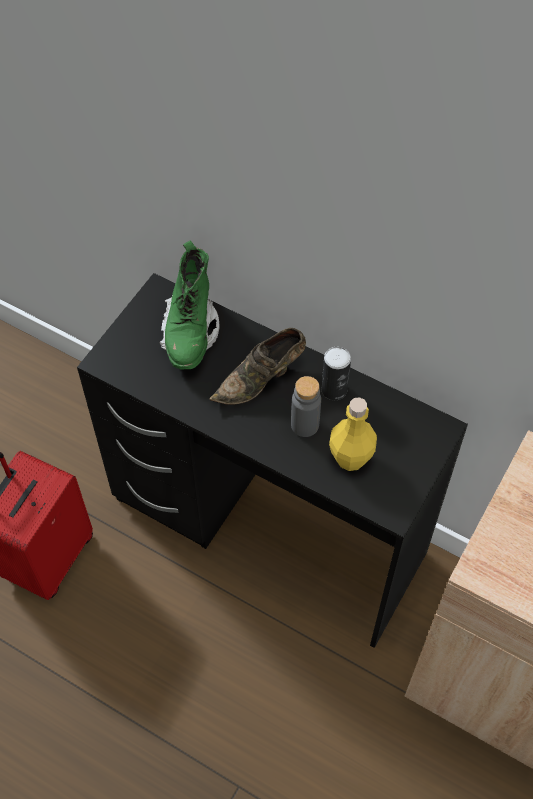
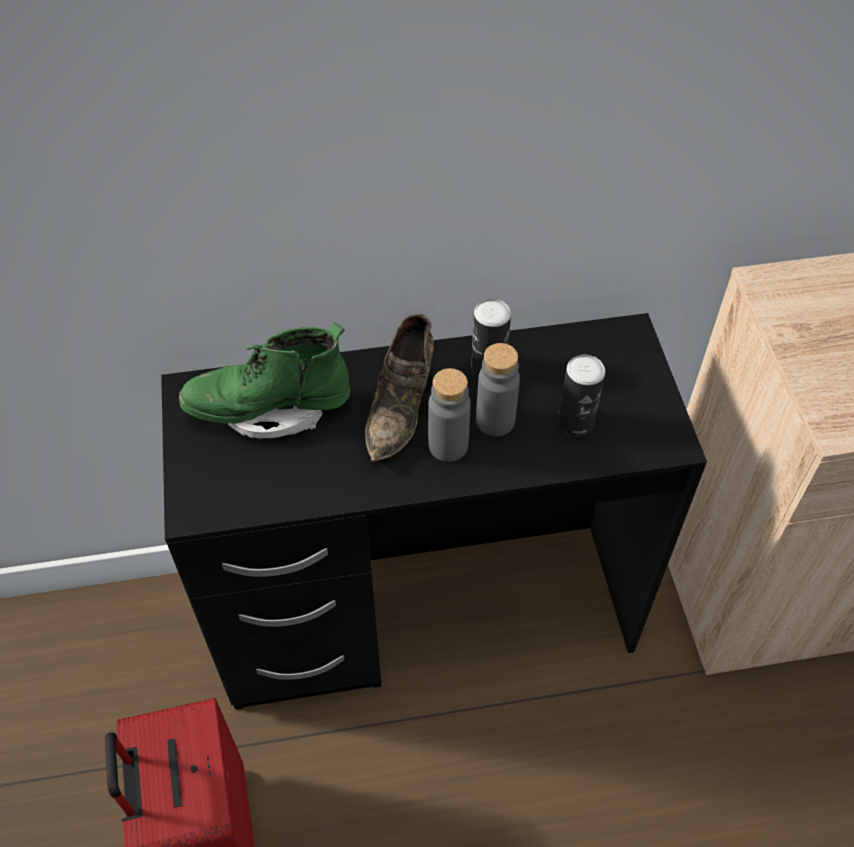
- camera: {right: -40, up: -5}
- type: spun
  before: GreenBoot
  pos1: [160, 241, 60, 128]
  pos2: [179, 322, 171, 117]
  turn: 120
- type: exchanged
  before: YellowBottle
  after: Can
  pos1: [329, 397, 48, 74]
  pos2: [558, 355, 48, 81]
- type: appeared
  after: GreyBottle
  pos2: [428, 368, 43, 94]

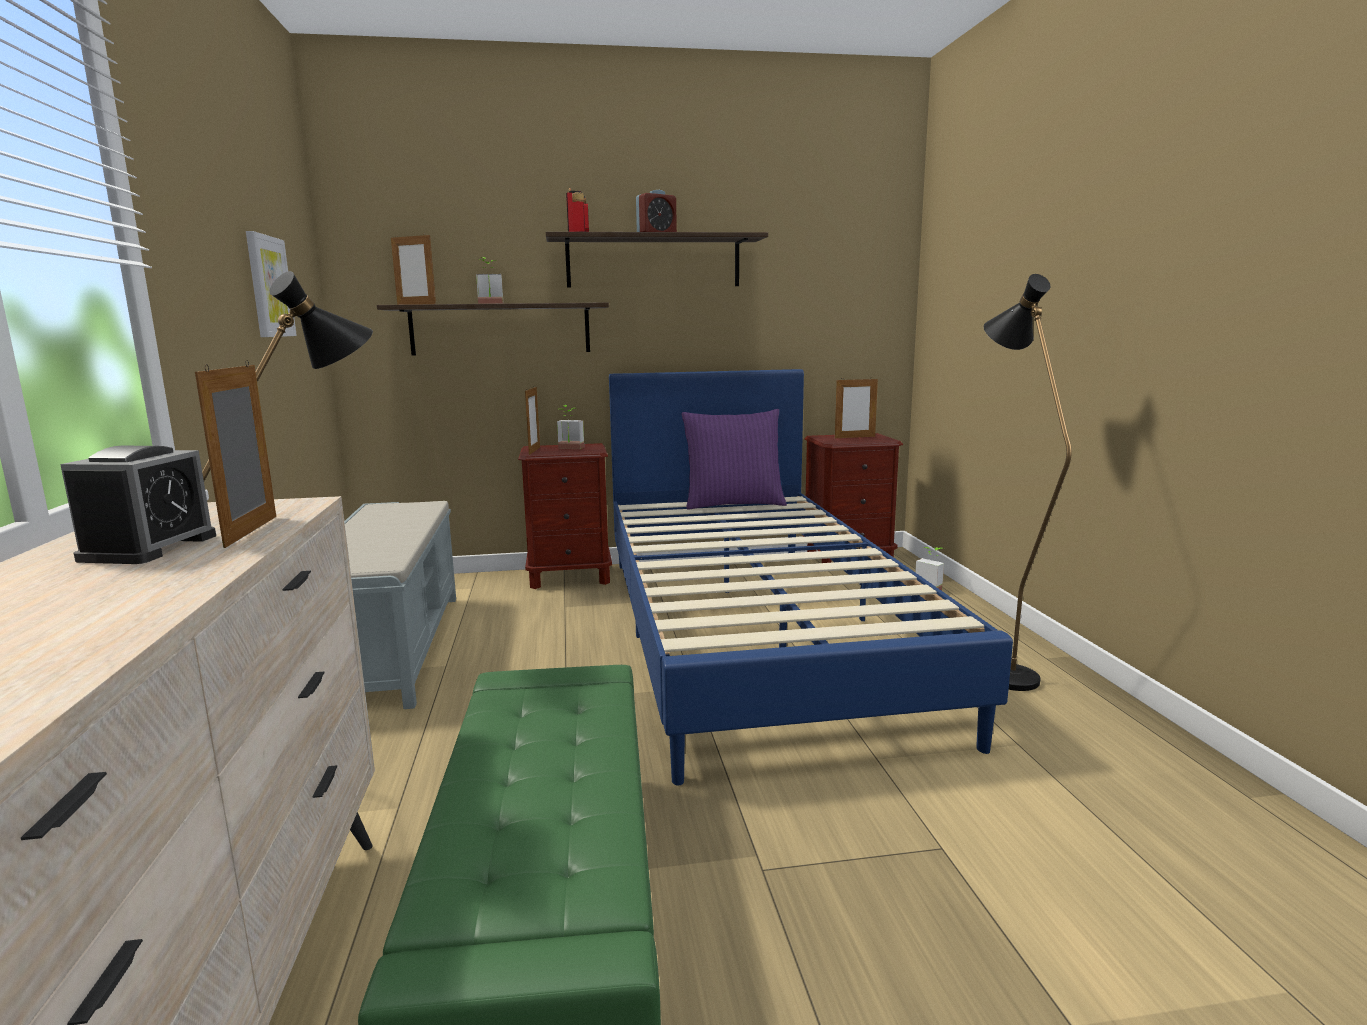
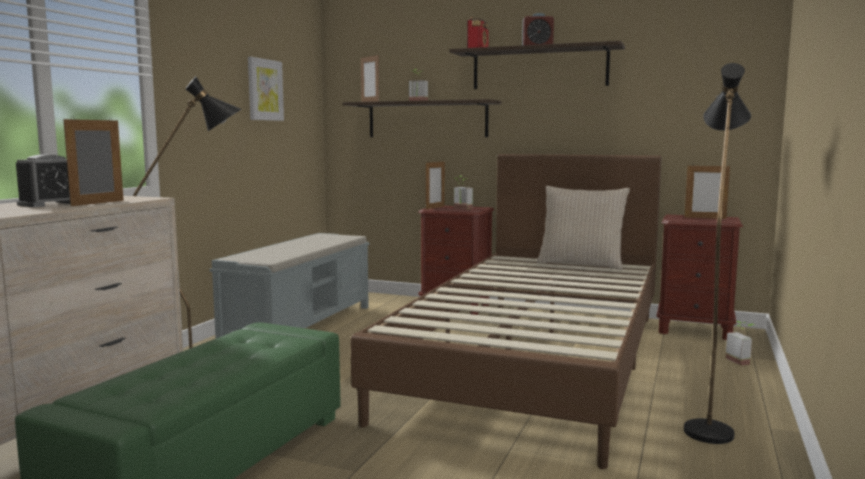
- camera: {right: 30, up: -5}
- type: colour
  before: BlueBed
  after: BrownBed
  pos1: [609, 369, 404, 417]
  pos2: [350, 154, 311, 315]
- type: colour
  before: PurplePillow
  after: BeigePillow
  pos1: [681, 409, 106, 101]
  pos2: [537, 186, 93, 84]

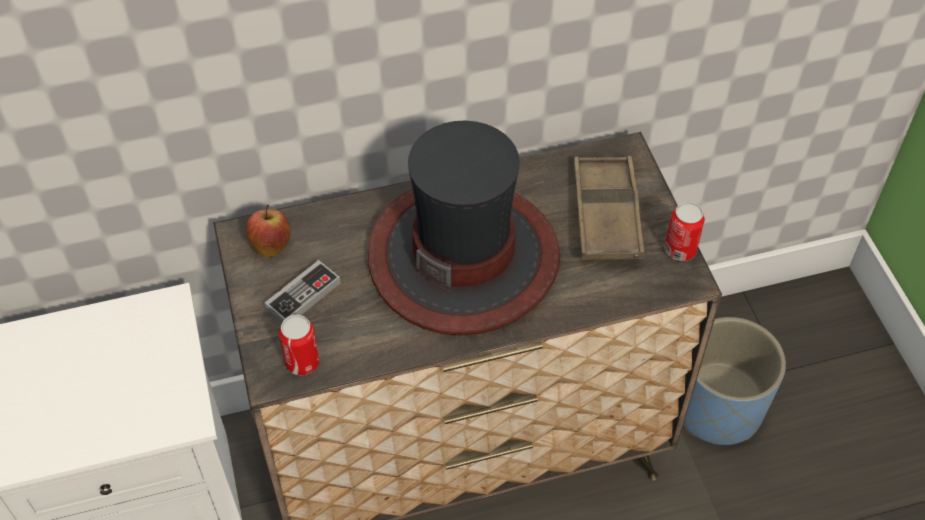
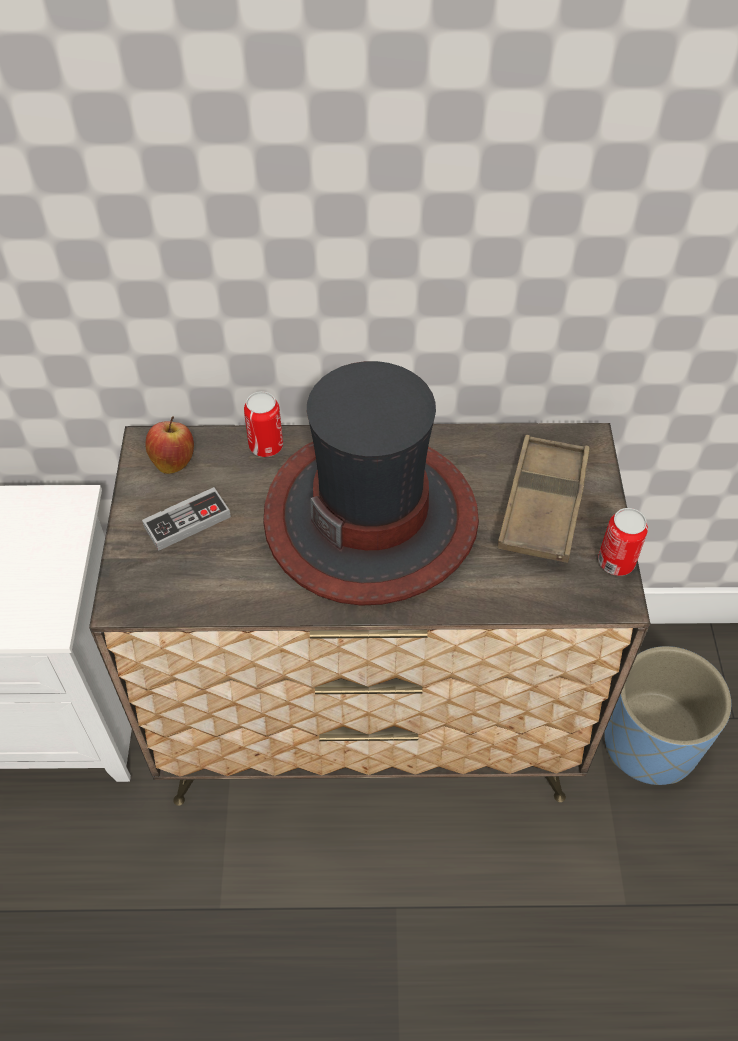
- camera: {right: 15, up: 0}
- type: relocated
  before: Can
  pos1: [279, 315, 41, 60]
  pos2: [244, 391, 39, 66]

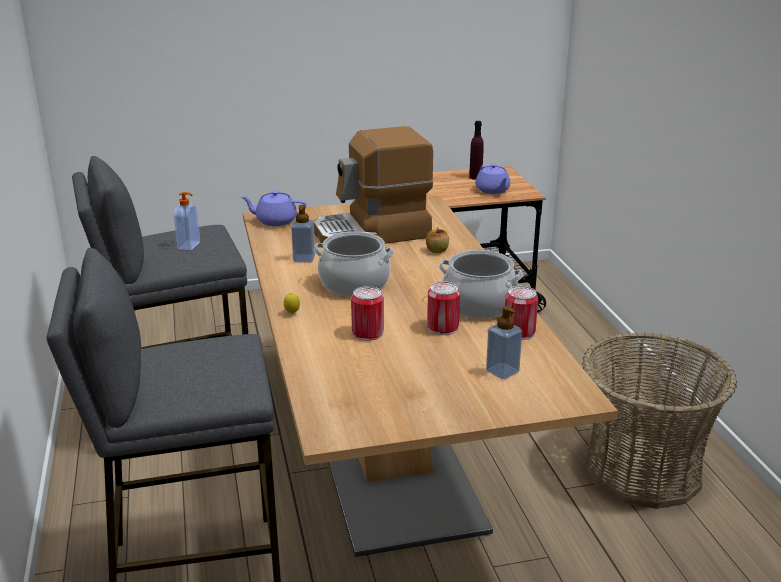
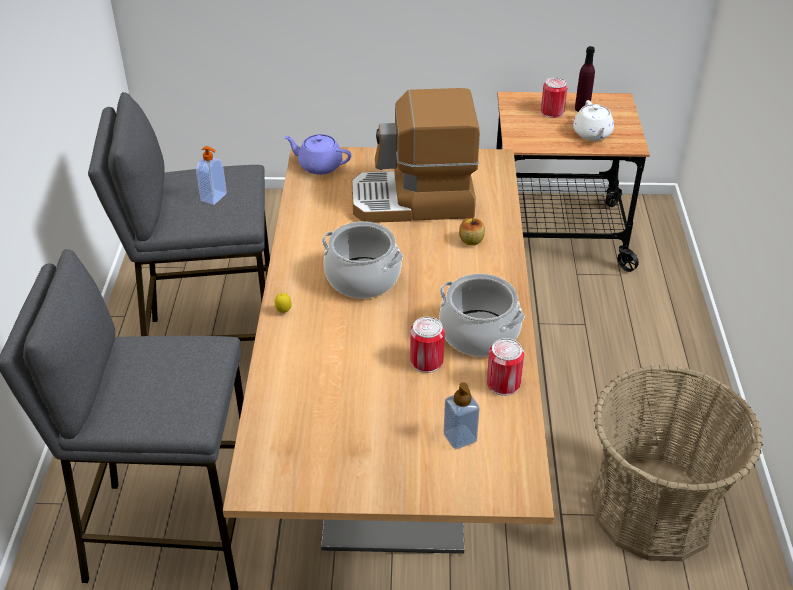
- camera: {right: 15, up: 15}
- type: missing
  before: SoapDispenser
  pos1: [291, 205, 24, 58]
- type: relocated
  before: Can
  pos1: [351, 286, 33, 55]
  pos2: [541, 77, 27, 41]
- type: colour
  before: PurpleTeapot
  after: WhiteTeapot
  pos1: [475, 164, 35, 30]
  pos2: [573, 100, 41, 41]

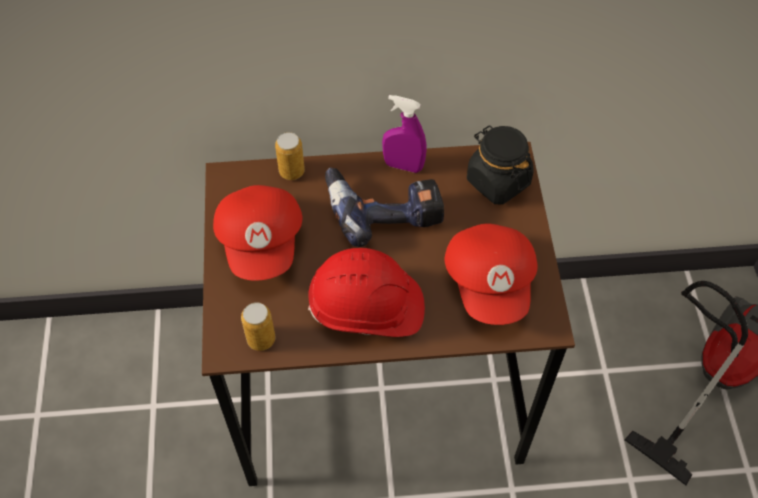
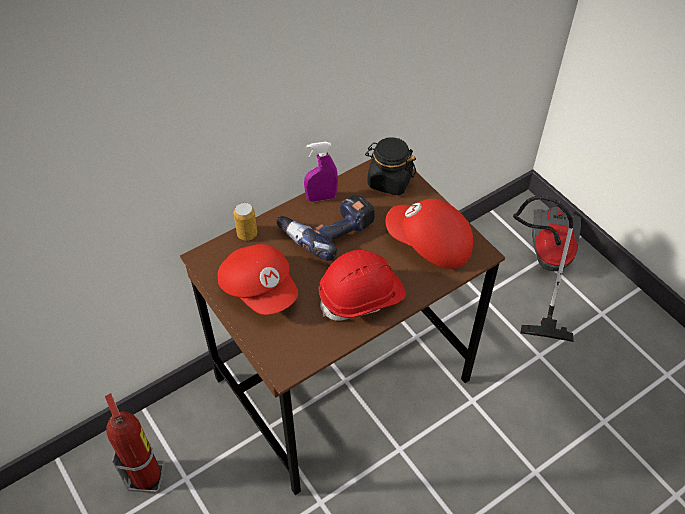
- camera: {right: -30, up: -5}
- type: missing
  before: Can
  pos1: [241, 302, 34, 49]
- type: spun
  before: RedCap
  pos1: [445, 224, 92, 101]
  pos2: [385, 199, 88, 70]
  turn: 150
- type: appeared
  after: FireExtinguisher
  pos2: [105, 393, 60, 100]

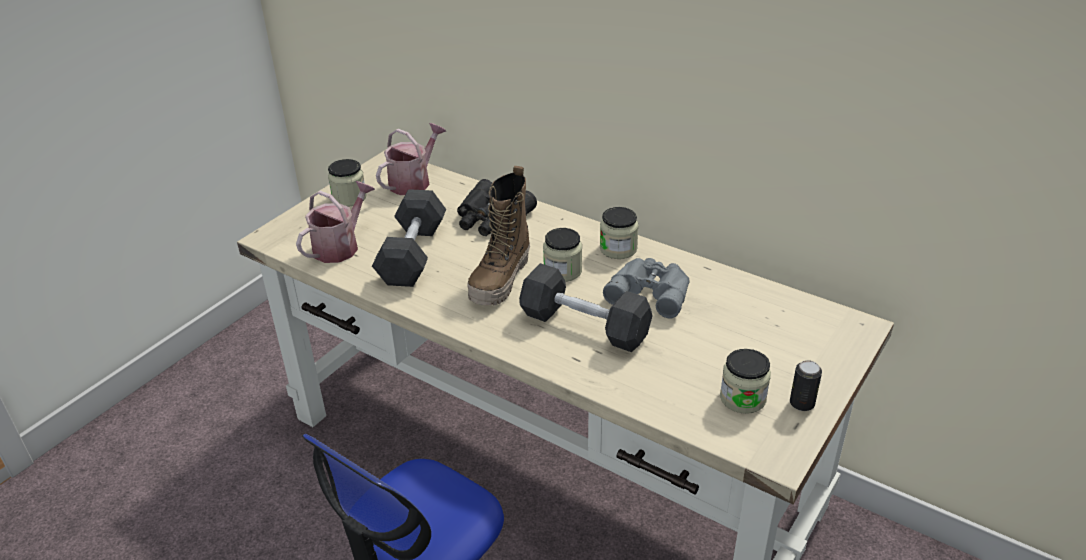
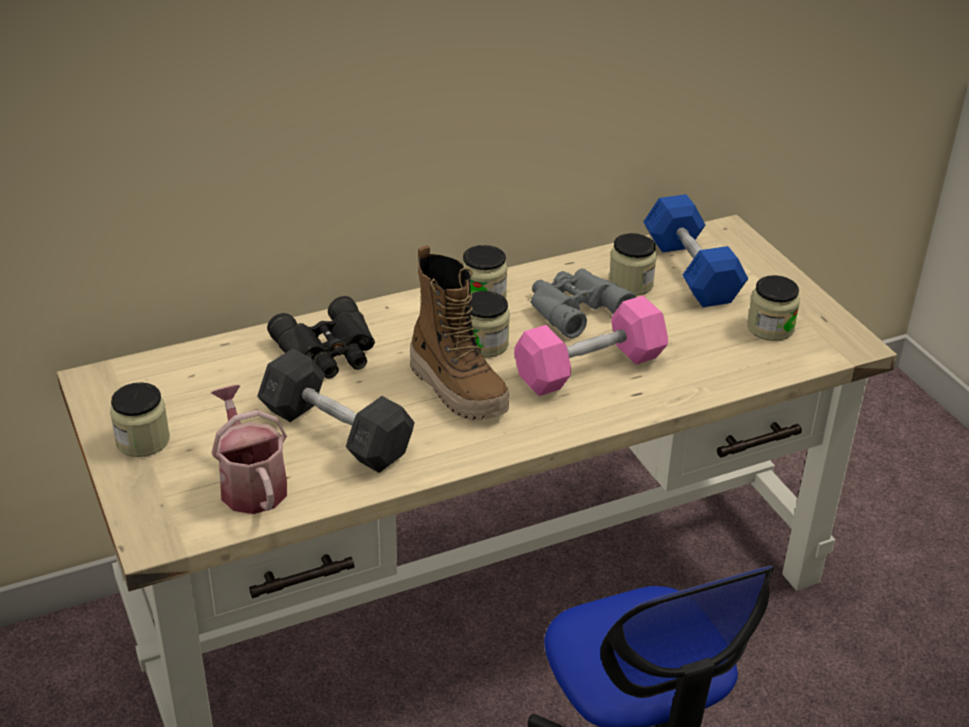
- camera: {right: -60, up: 0}
- type: missing
  before: WateringCan
  pos1: [376, 123, 70, 72]
- type: colour
  before: GreyDumbbell
  after: PinkDumbbell
  pos1: [519, 263, 134, 89]
  pos2: [514, 296, 154, 100]
- type: missing
  before: Can
  pos1: [790, 360, 32, 51]
- type: appeared
  after: Jar
  pos2: [609, 233, 48, 63]
- type: appeared
  after: BlueDumbbell
  pos2: [643, 194, 106, 113]

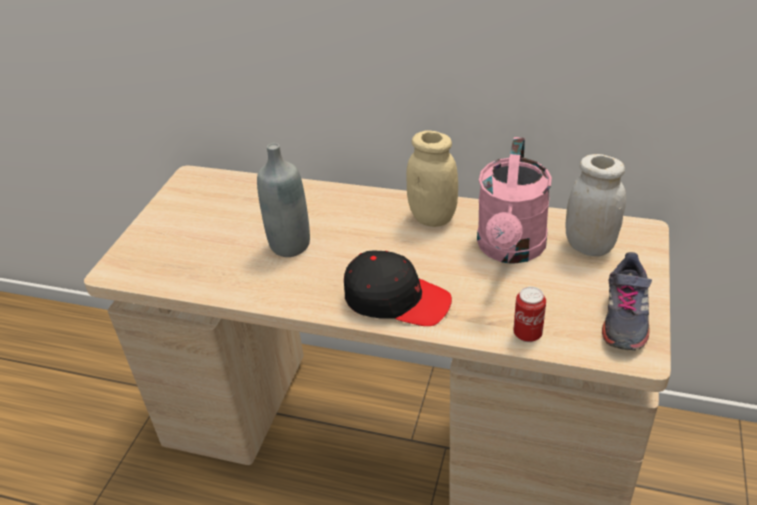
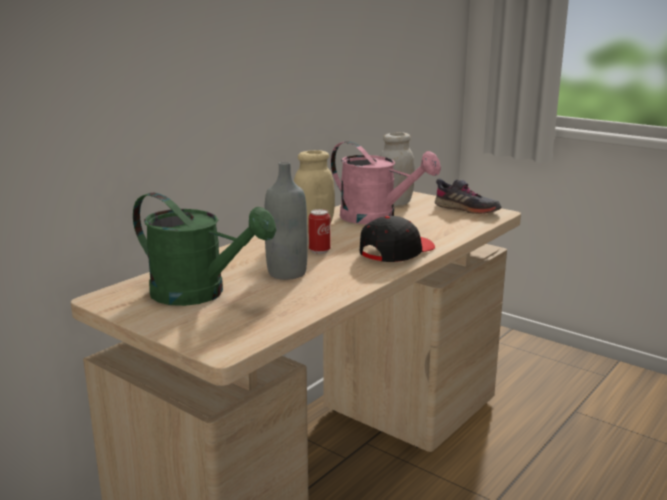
- camera: {right: -70, up: -20}
- type: relocated
  before: Can
  pos1: [513, 287, 33, 55]
  pos2: [308, 209, 23, 45]
- type: appeared
  after: GreenWateringCan
  pos2: [133, 193, 143, 113]

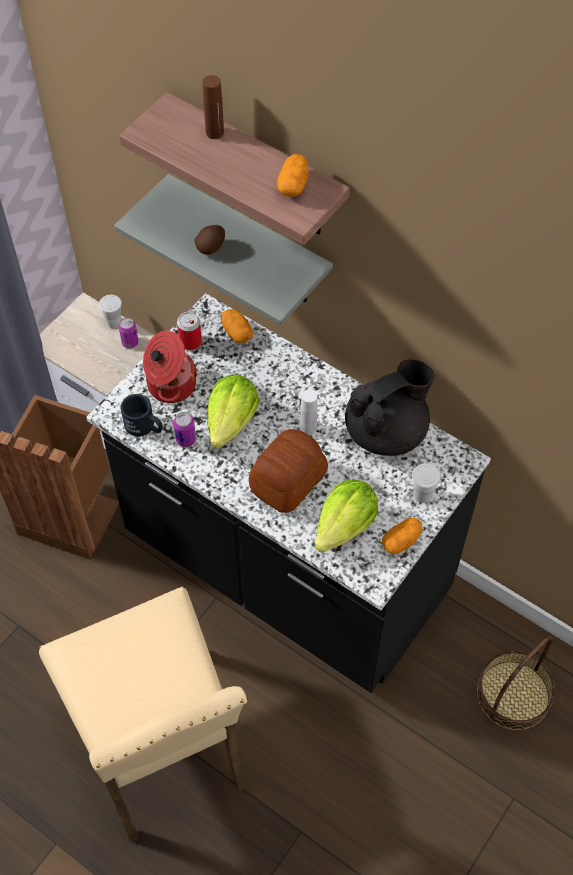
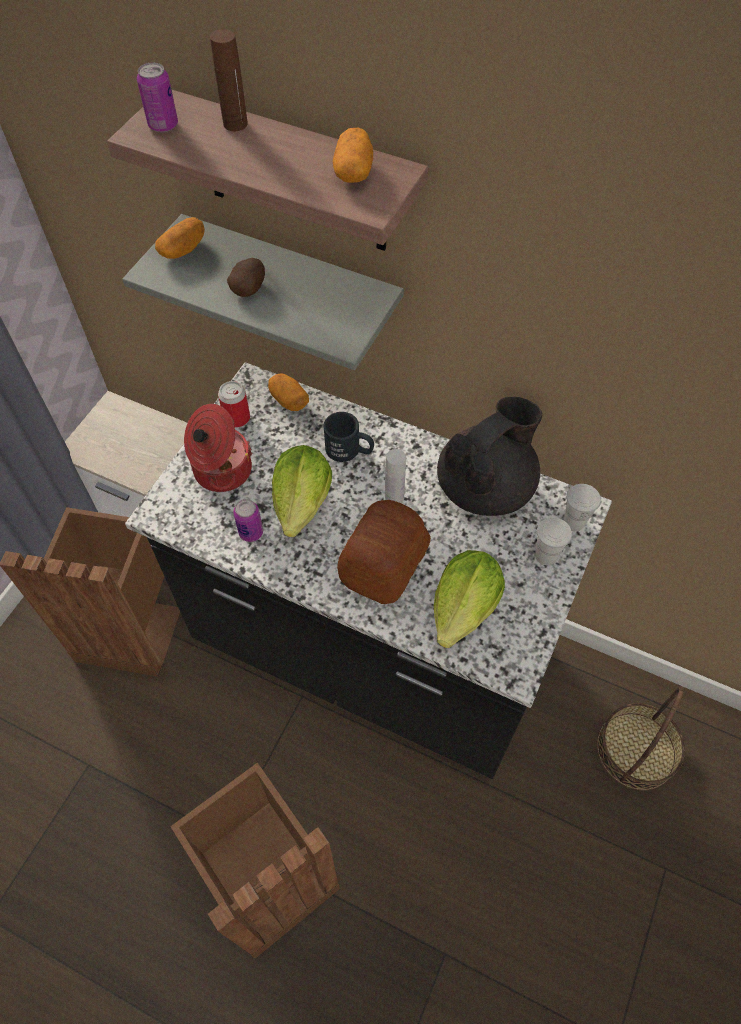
- camera: {right: -10, up: 0}
- type: exchanged
  before: BeigeChair
  after: BrownTrashCan
  pos1: [39, 586, 208, 256]
  pos2: [170, 762, 170, 196]
- type: relocated
  before: WhiteCup
  pos1: [99, 295, 23, 34]
  pos2: [564, 484, 37, 48]
- type: relocated
  before: Can
  pos1: [119, 318, 19, 30]
  pos2: [137, 63, 41, 69]
- type: relocated
  before: BlackMug
  pos1: [121, 394, 42, 42]
  pos2: [323, 412, 51, 50]
- type: relocated
  before: Potato
  pos1: [382, 518, 40, 36]
  pos2: [155, 217, 50, 42]

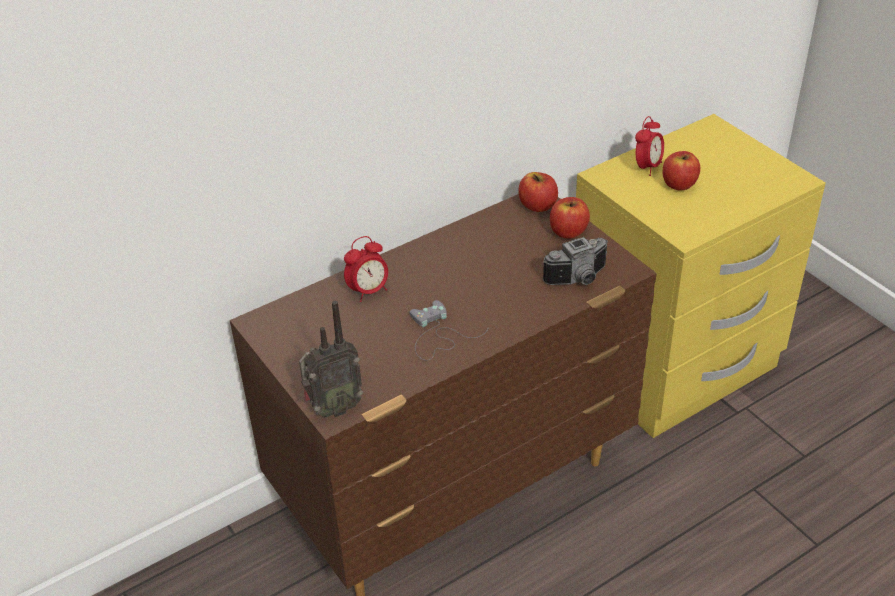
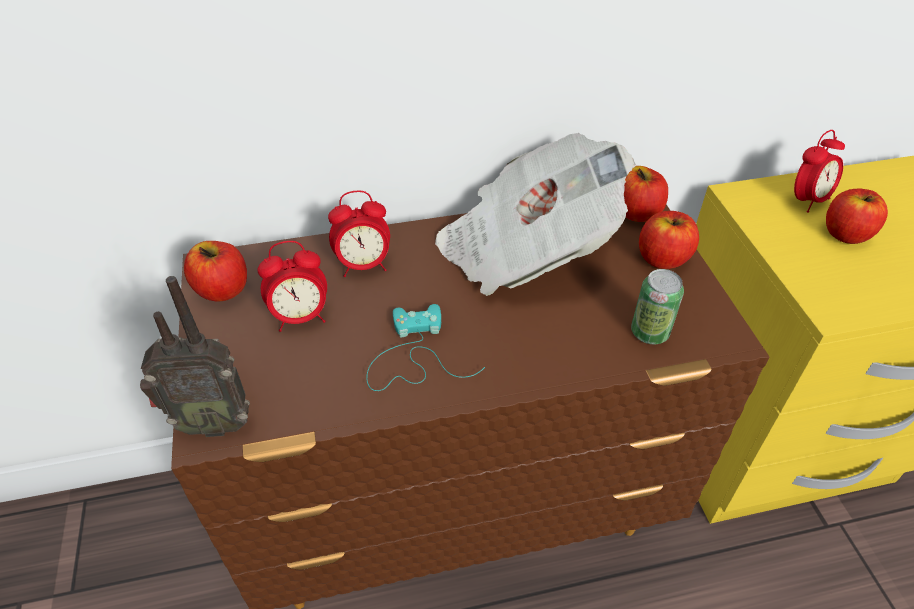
- camera: {right: 20, up: 5}
- type: colour
  before: GreyGameController
  after: TurquoiseGameController
  pos1: [410, 300, 78, 61]
  pos2: [366, 304, 119, 87]
- type: exchanged
  before: PhotoCamera
  after: Can
  pos1: [543, 237, 65, 48]
  pos2: [631, 269, 53, 75]
- type: appeared
  after: Apple
  pos2: [184, 241, 63, 61]
- type: appeared
  after: AlarmClock
  pos2: [258, 241, 69, 91]
- type: appeared
  after: Newspaper
  pos2: [435, 133, 200, 163]

